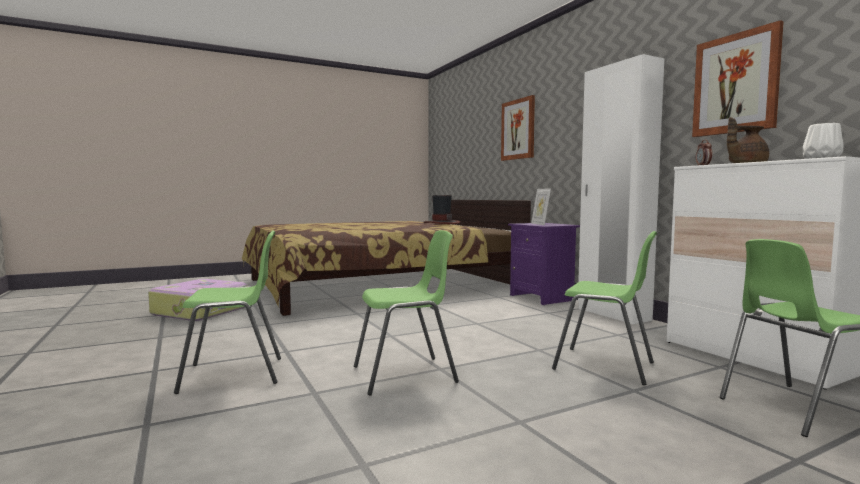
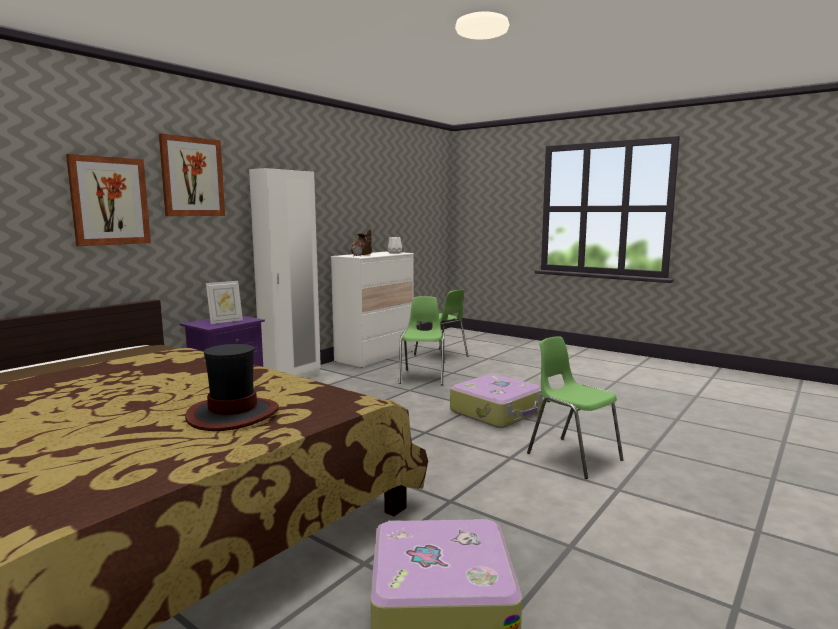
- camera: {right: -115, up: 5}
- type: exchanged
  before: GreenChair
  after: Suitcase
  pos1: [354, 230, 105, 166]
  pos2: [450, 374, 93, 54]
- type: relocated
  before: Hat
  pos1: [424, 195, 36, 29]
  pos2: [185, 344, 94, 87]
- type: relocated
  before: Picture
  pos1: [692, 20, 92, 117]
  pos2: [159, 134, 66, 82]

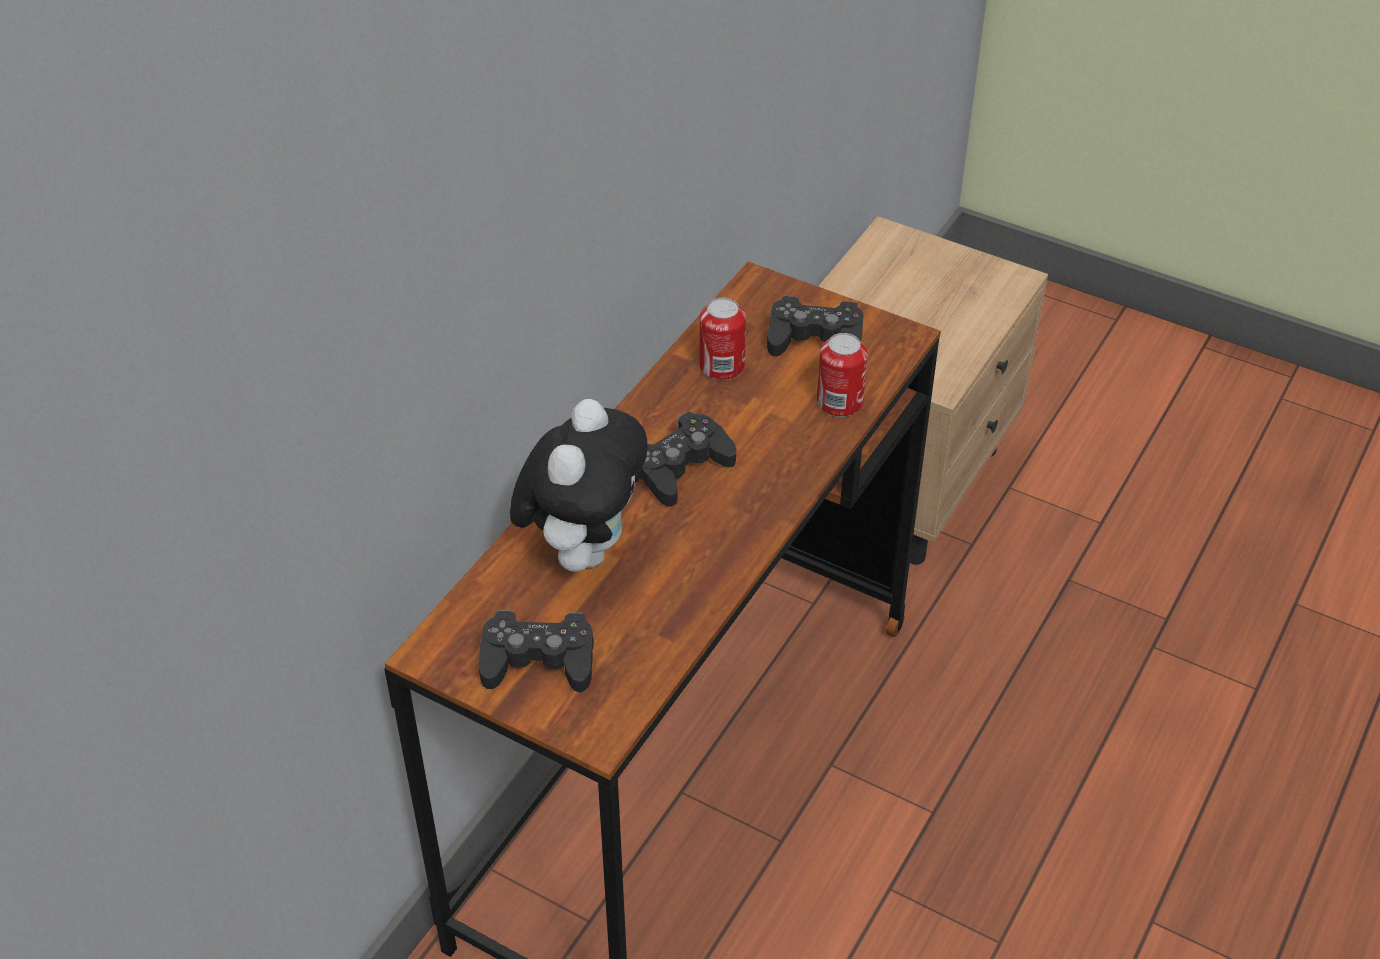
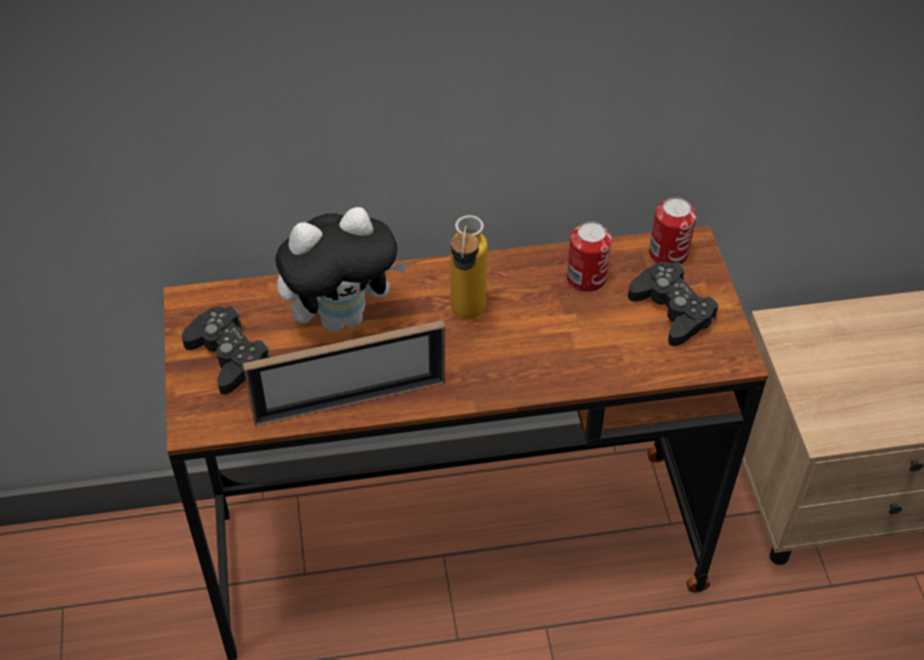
- camera: {right: 50, up: 5}
- type: exchanged
  before: BlackGameController
  after: Bottle
  pos1: [640, 412, 96, 95]
  pos2: [450, 215, 38, 104]
- type: relocated
  before: Can
  pos1: [817, 333, 51, 84]
  pos2: [649, 197, 47, 67]
- type: appeared
  after: PictureFrame
  pos2: [243, 320, 202, 106]

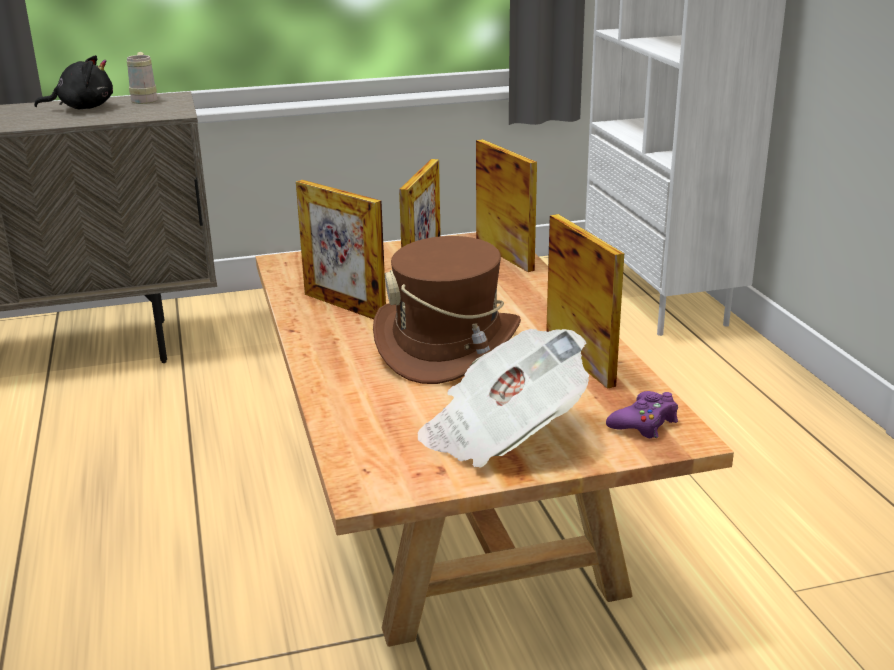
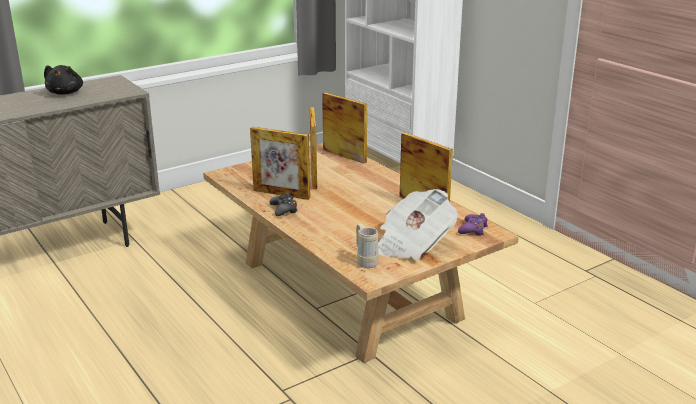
- camera: {right: -20, up: 0}
- type: spun
  before: BlackPlushToy
  pos1: [34, 55, 79, 54]
  pos2: [44, 65, 39, 30]
  turn: 120
- type: relocated
  before: BeigeMug
  pos1: [127, 52, 31, 52]
  pos2: [356, 224, 23, 44]
- type: missing
  before: BrownHat
  pos1: [373, 236, 148, 148]
- type: appeared
  after: BlackGameController
  pos2: [269, 192, 29, 24]

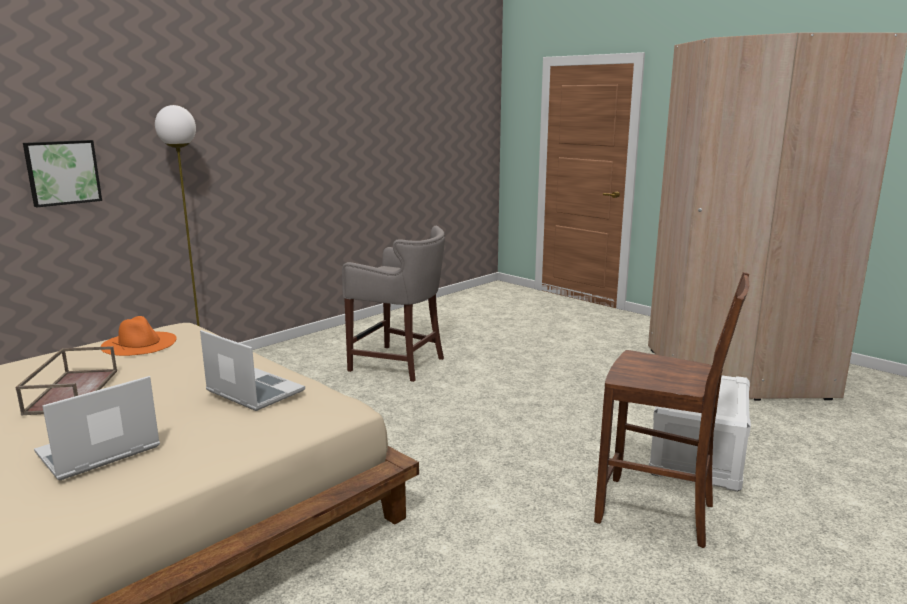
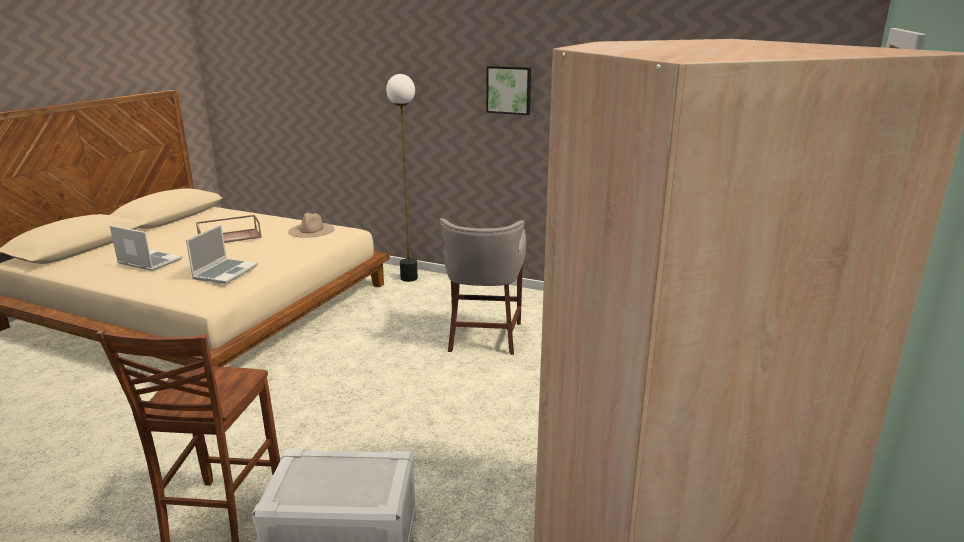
- camera: {right: 70, up: 5}
- type: relocated
  before: Picture
  pos1: [23, 140, 79, 67]
  pos2: [486, 66, 45, 49]
- type: colour
  before: OrangeHat
  after: BeigeHat
  pos1: [100, 316, 77, 40]
  pos2: [288, 213, 47, 25]

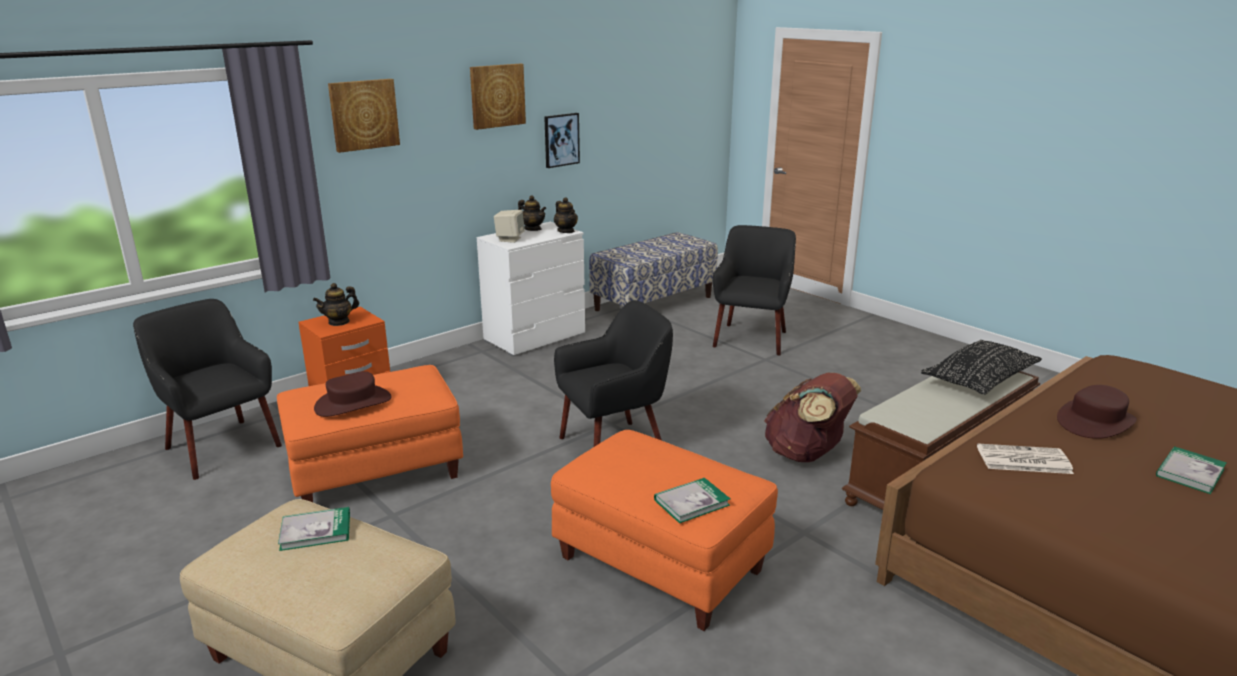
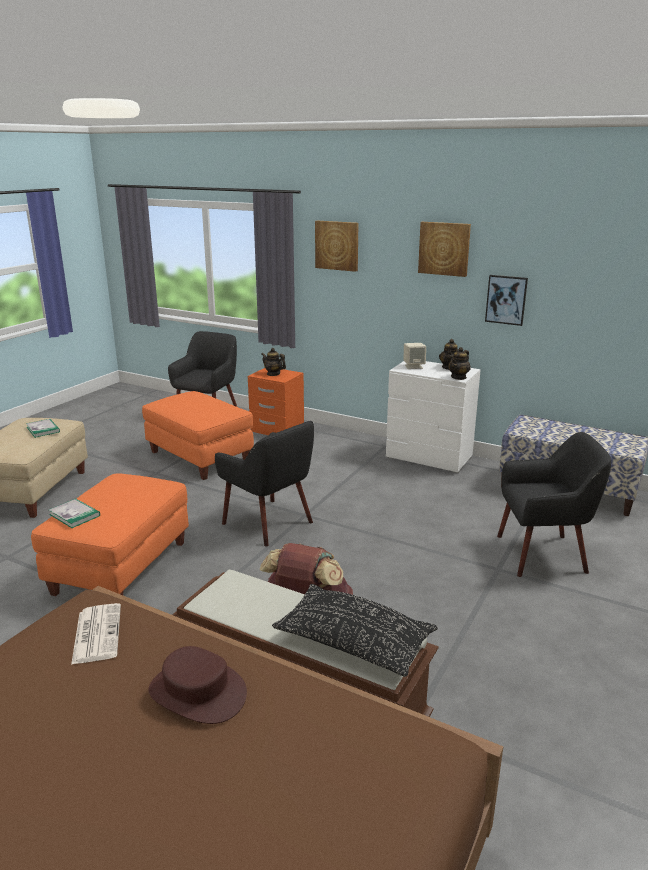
- camera: {right: 70, up: 0}
- type: missing
  before: BrownHat
  pos1: [314, 371, 77, 46]
- type: missing
  before: Book
  pos1: [1156, 447, 71, 47]

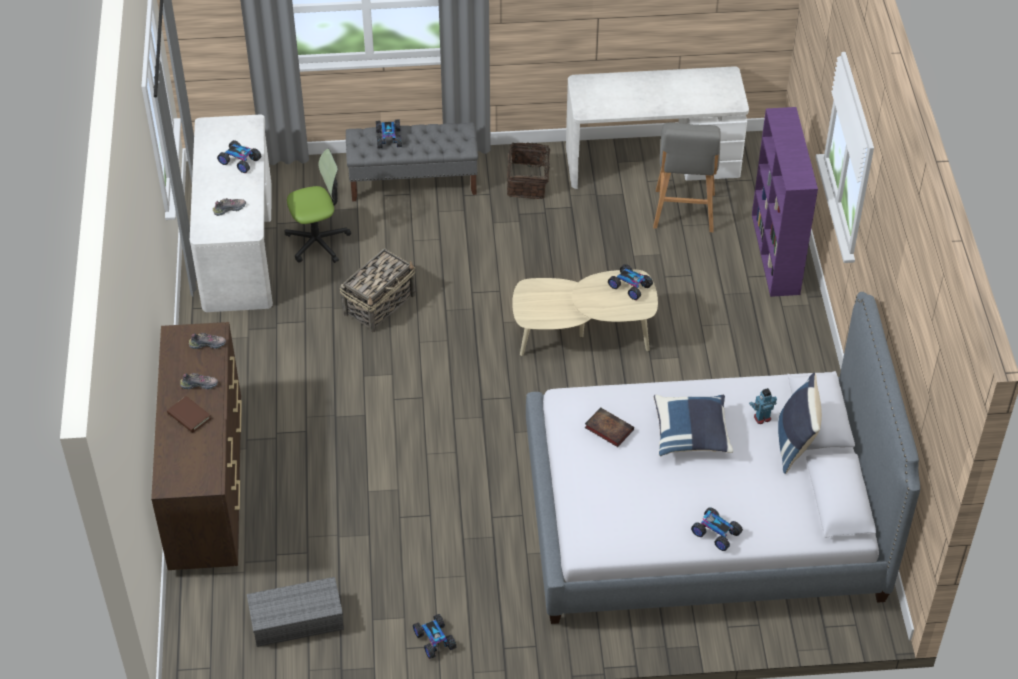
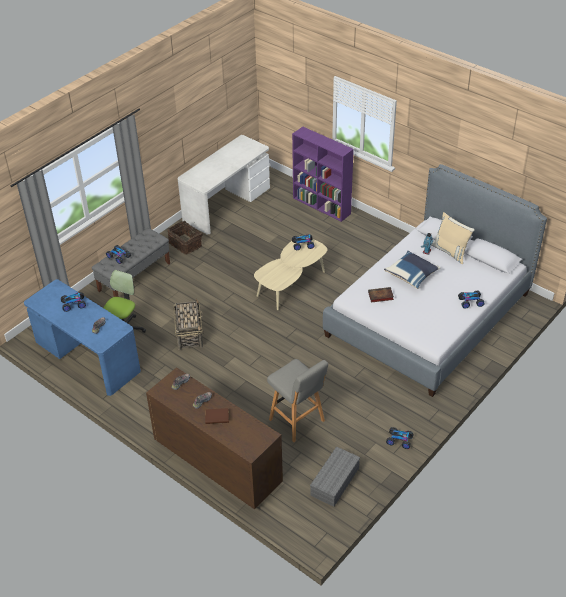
- camera: {right: -45, up: -5}
- type: colour
  before: WhiteDesk
  after: BlueDesk
  pos1: [190, 114, 83, 198]
  pos2: [24, 279, 117, 117]
- type: relocated
  before: GreyStool
  pos1: [653, 123, 68, 109]
  pos2: [267, 359, 61, 83]
- type: colour
  before: BluePillow
  after: BeigePillow
  pos1: [778, 373, 44, 101]
  pos2: [431, 212, 44, 52]

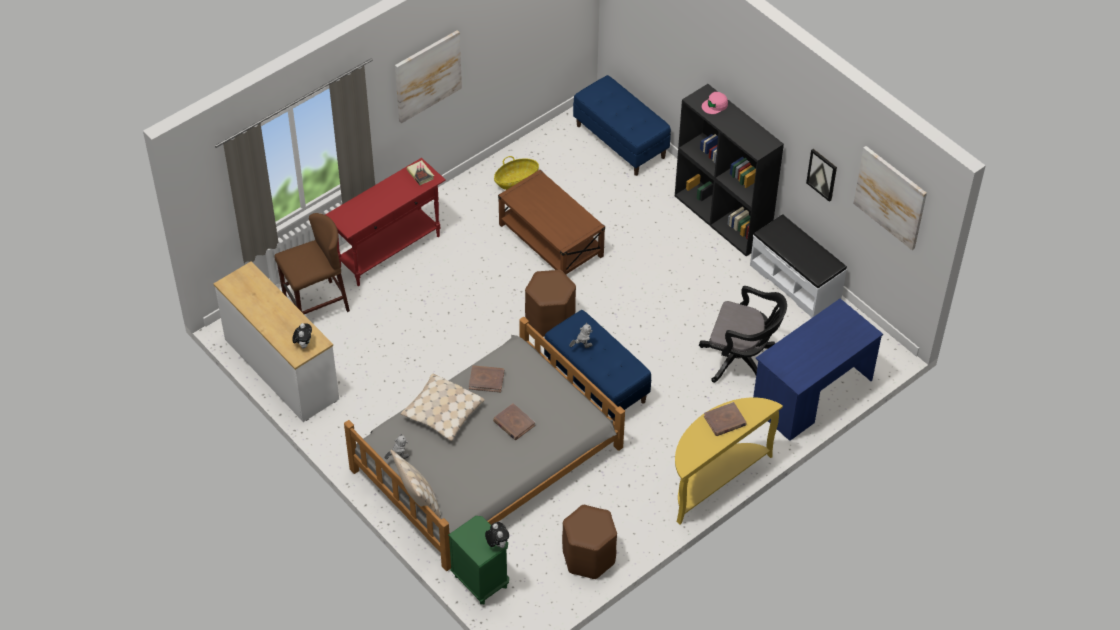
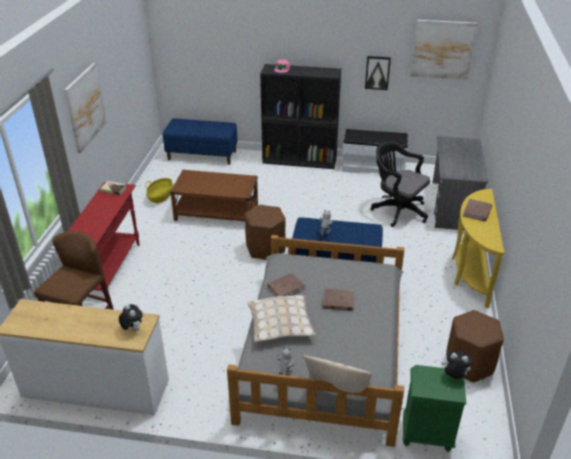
- camera: {right: -40, up: -15}
- type: spun
  before: BlackOfficeChair
  pos1: [699, 286, 88, 97]
  pos2: [371, 141, 59, 86]
  turn: -120
- type: colour
  before: BlueDesk
  after: GreyDesk
  pos1: [753, 298, 130, 143]
  pos2: [432, 136, 56, 94]

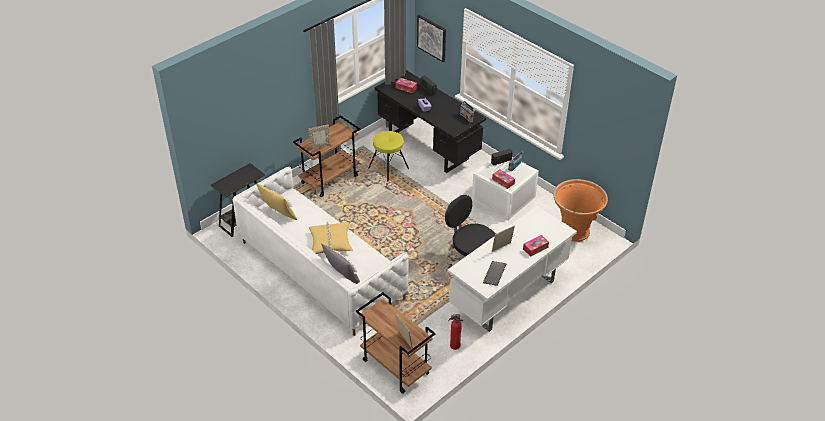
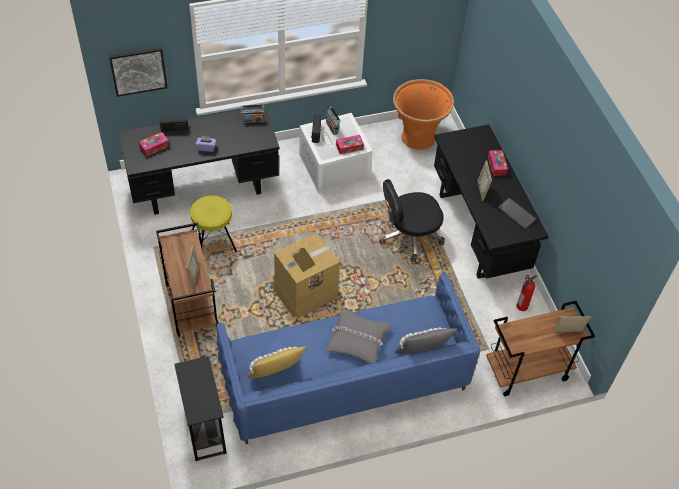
- camera: {right: -65, up: 10}
- type: colour
  before: WhiteSofa
  after: BlueSofa
  pos1: [233, 167, 175, 169]
  pos2: [216, 272, 264, 172]
- type: colour
  before: YellowPillow
  after: GreyPillow
  pos1: [309, 222, 44, 32]
  pos2: [325, 308, 67, 56]
- type: colour
  before: WhiteDesk
  after: BlackDesk
  pos1: [447, 206, 130, 126]
  pos2: [434, 124, 115, 155]
- type: appeared
  after: CardboardBox
  pos2: [273, 233, 67, 86]

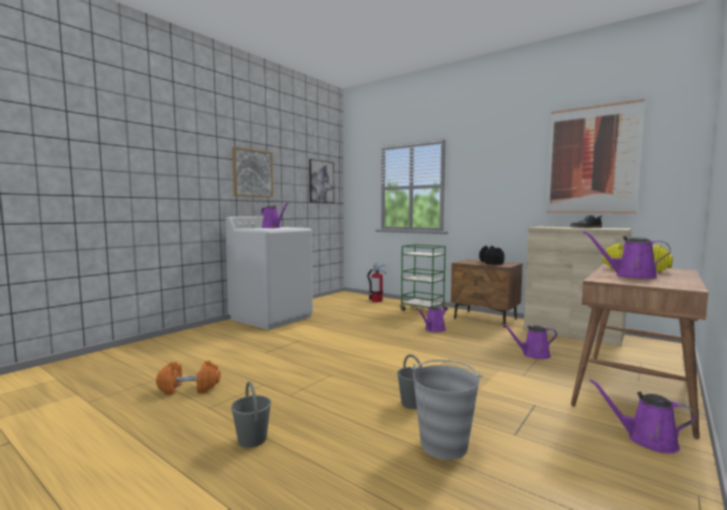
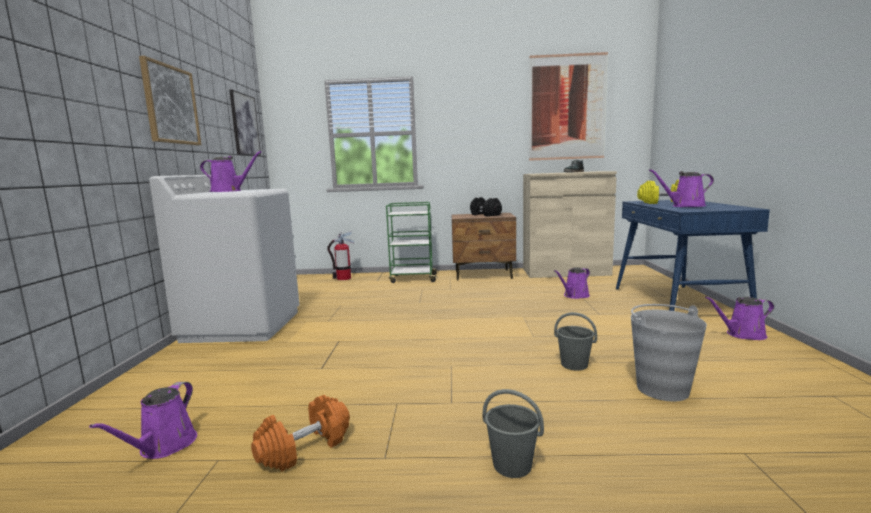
- camera: {right: -35, up: 5}
- type: relocated
  before: PurpleWateringCan
  pos1: [416, 305, 30, 27]
  pos2: [89, 382, 108, 77]
- type: colour
  before: BrownDesk
  after: BlueDesk
  pos1: [571, 264, 138, 175]
  pos2: [616, 200, 154, 111]

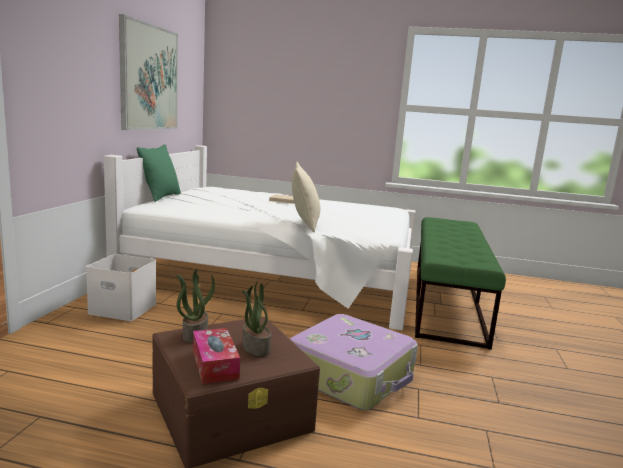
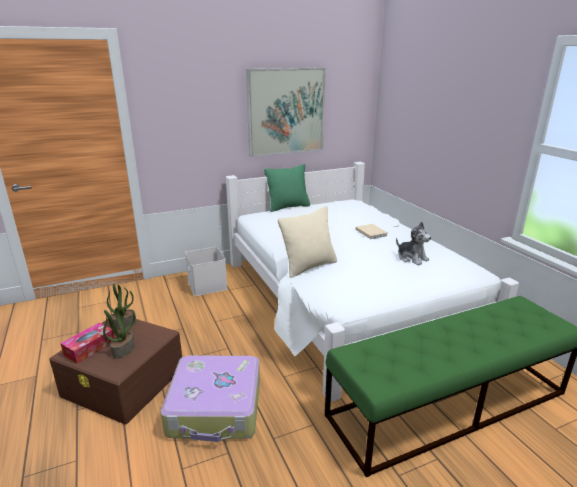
- camera: {right: 55, up: 10}
- type: appeared
  after: PlushToy
  pos2: [396, 222, 35, 43]

